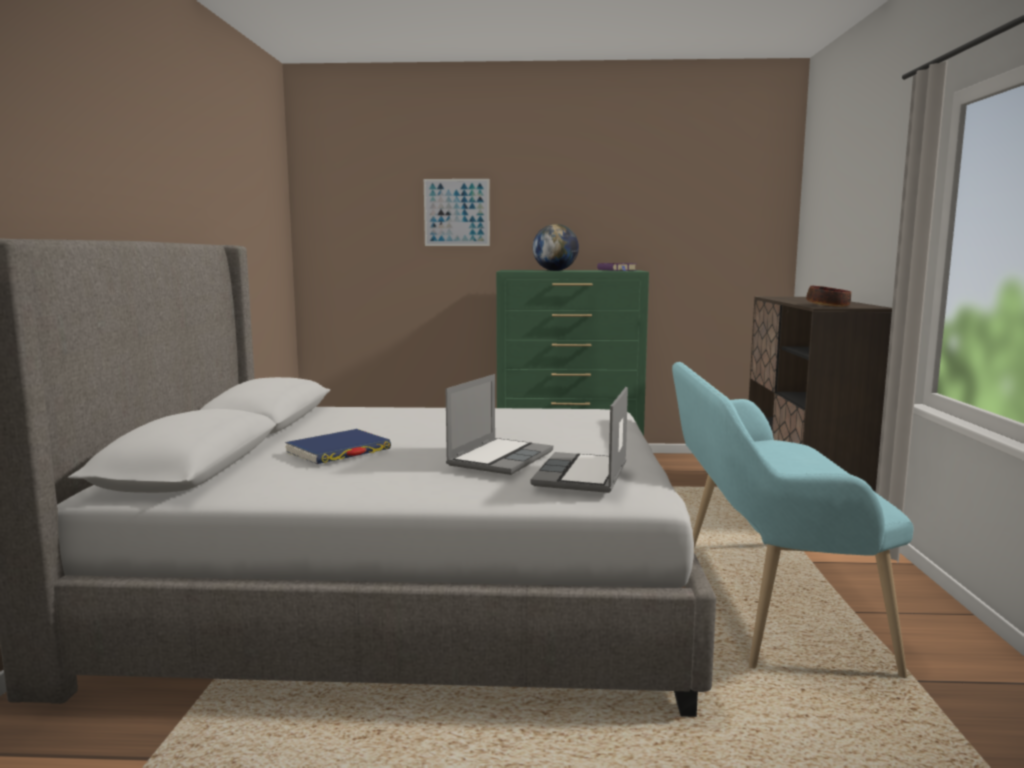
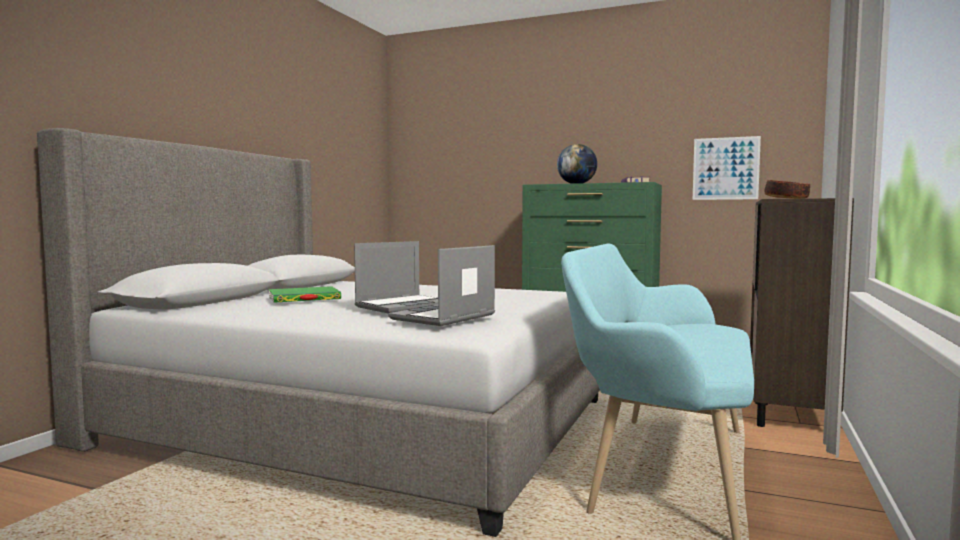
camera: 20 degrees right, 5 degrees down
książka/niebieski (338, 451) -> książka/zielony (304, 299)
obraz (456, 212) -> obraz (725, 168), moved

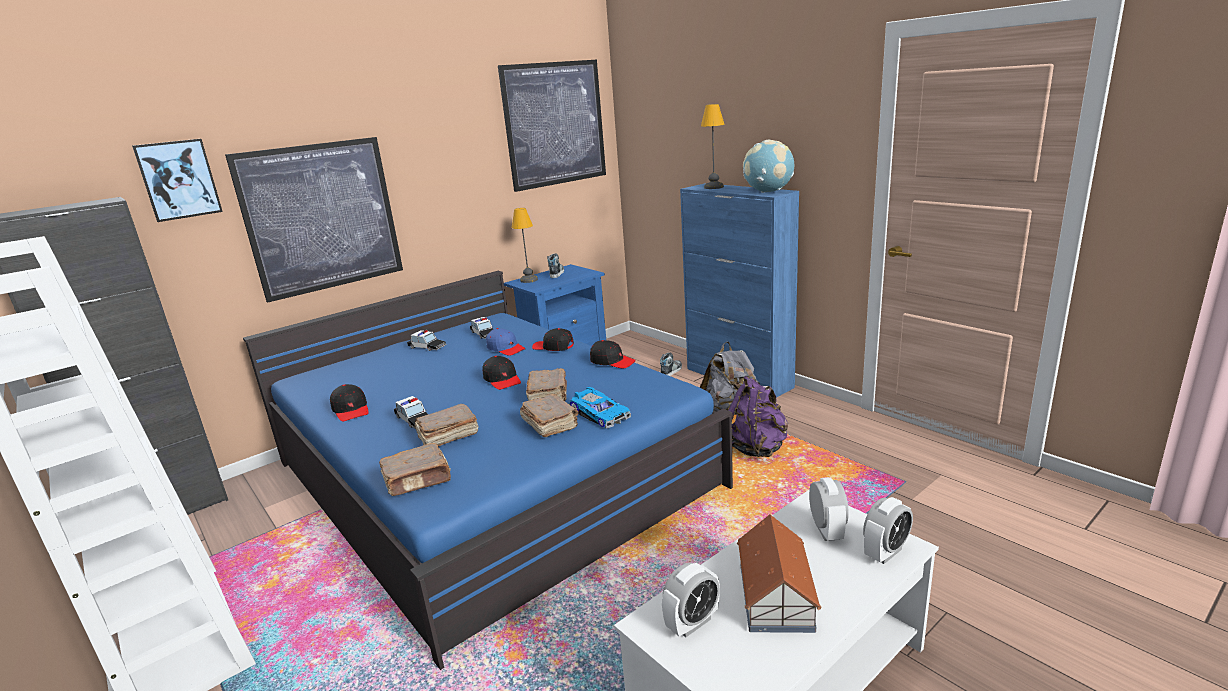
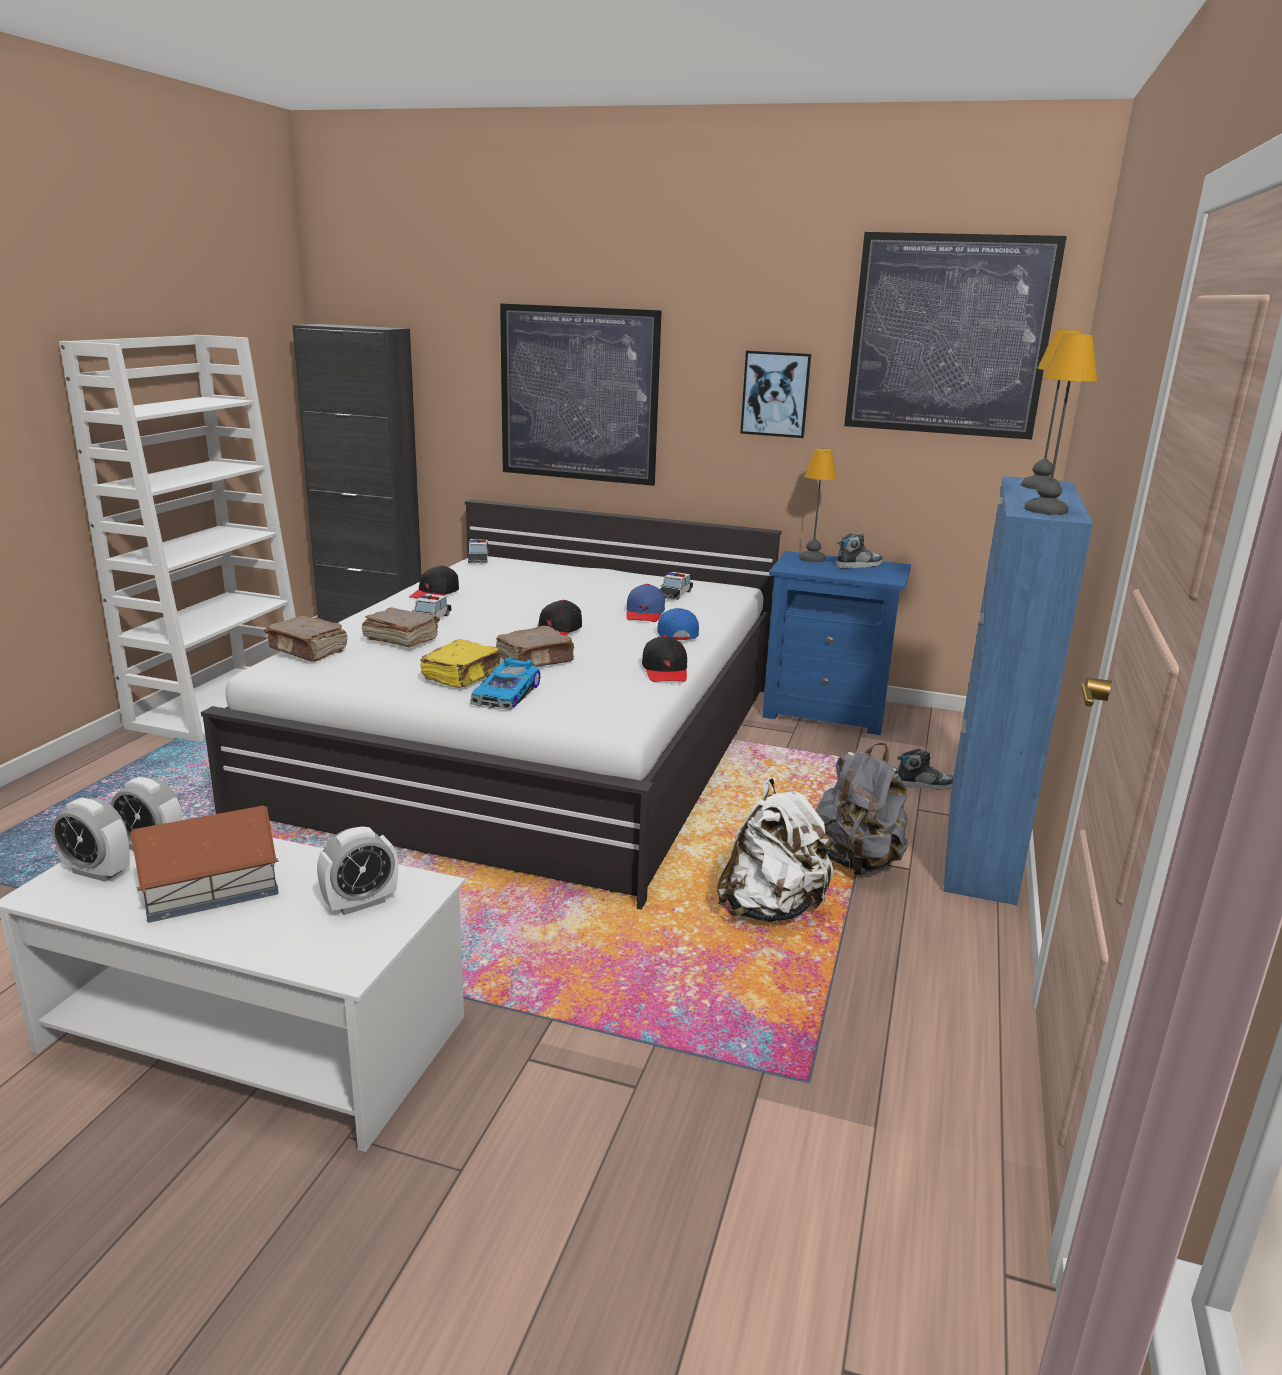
camera: 55 degrees right, 0 degrees up
budzik (885, 552) -> budzik (97, 872), moved
łóżko/niebieski (488, 474) -> łóżko/biały (537, 743)
książka/brązowy (550, 424) -> książka/żółty (463, 677)
samochodzik (427, 347) -> samochodzik (478, 559), moved
czapka z daszkiem/czarny (553, 347) -> czapka z daszkiem/niebieski (676, 633)
plecak/fioletowy (757, 448) -> plecak/biały (771, 908)
obraz (178, 179) -> obraz (775, 394), moved
globus (768, 192) -> lampa stołowa (1047, 510)

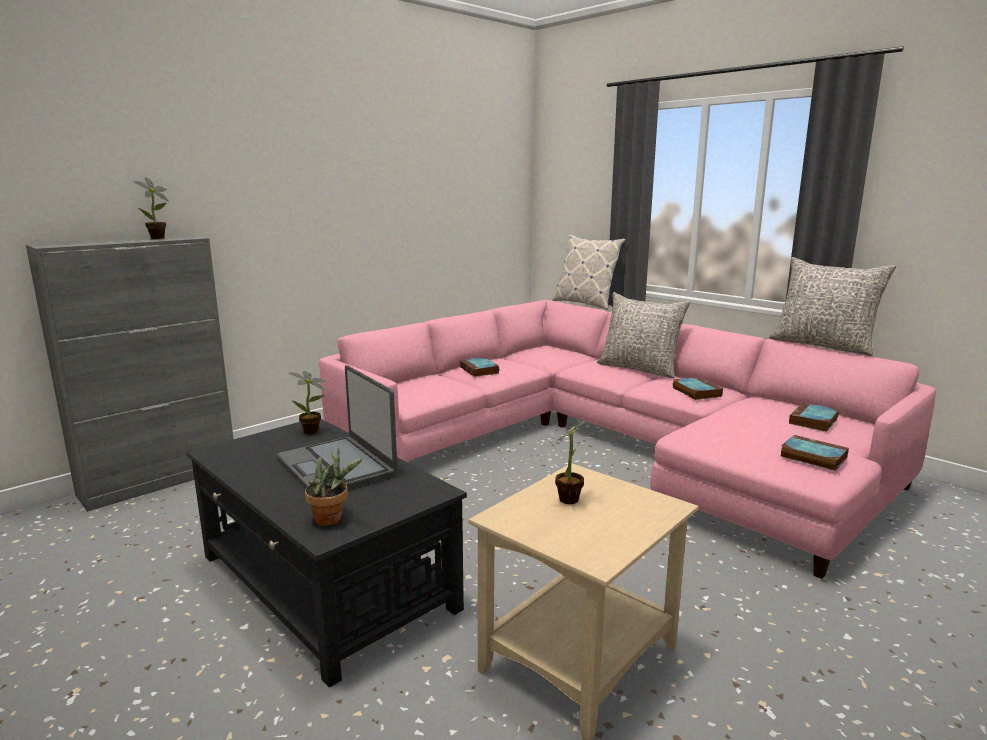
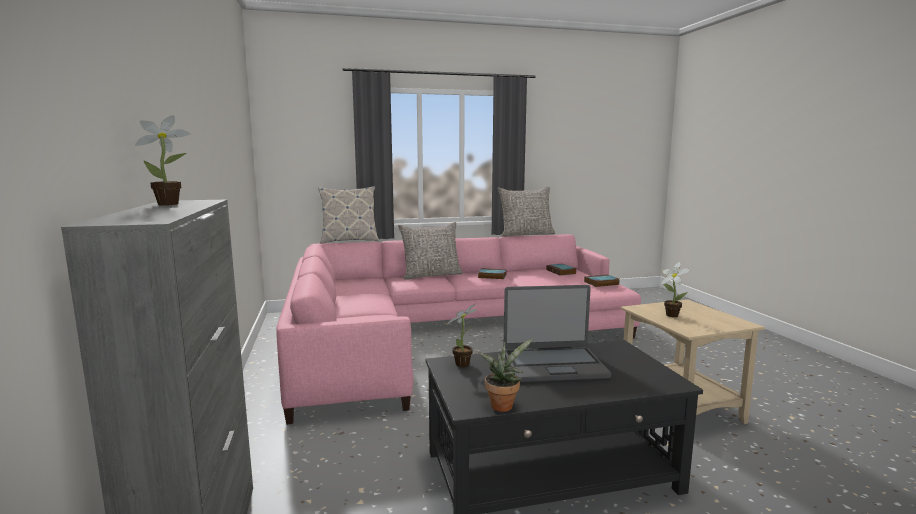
camera: 60 degrees left, 5 degrees down
roślina doniczkowa (332, 519) -> roślina doniczkowa (503, 405), moved
książka (480, 370) -> none

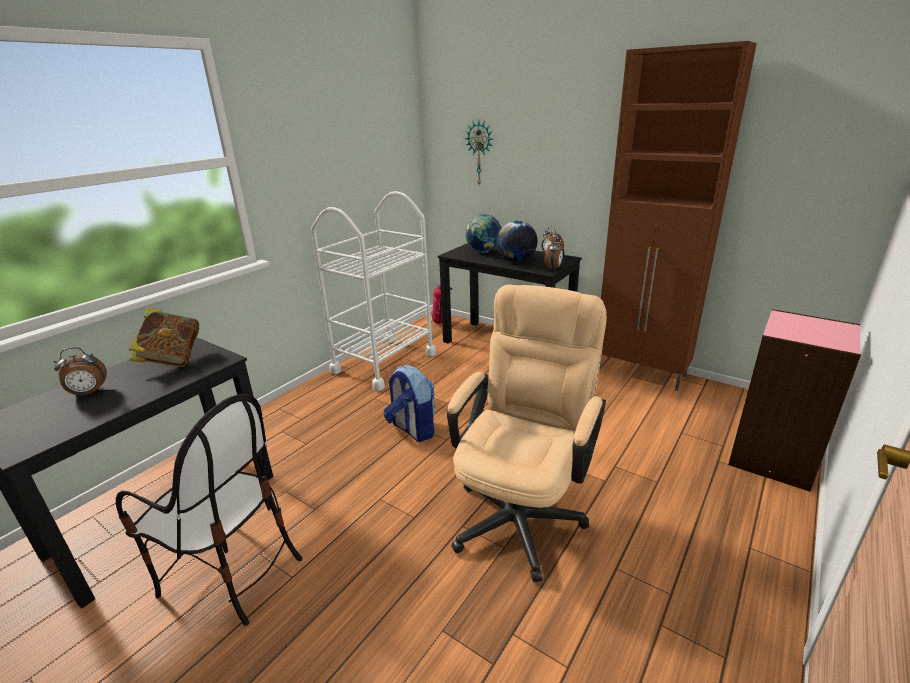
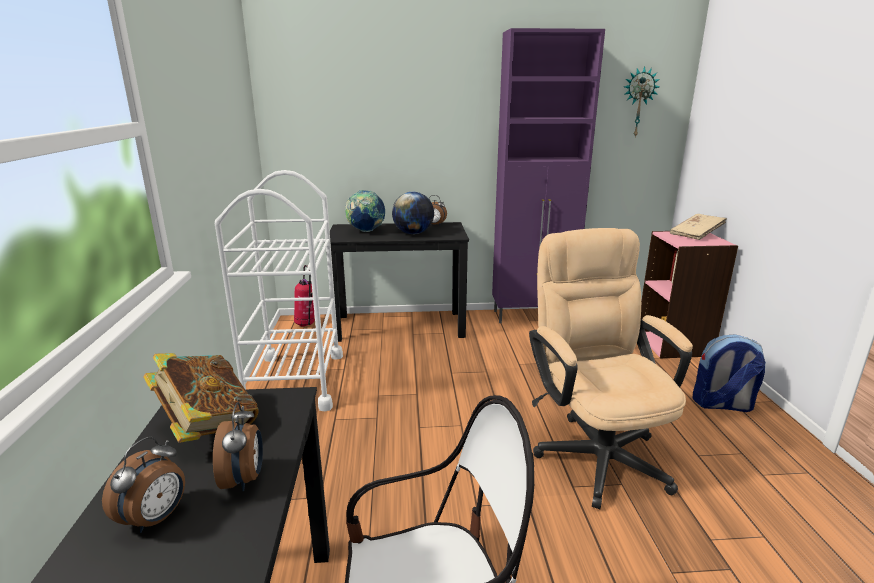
camera: 40 degrees left, 5 degrees down
budzik (554, 268) -> budzik (244, 479), moved
szafka/brązowy (641, 373) -> szafka/fioletowy (533, 316)
zegar ścienny (480, 153) -> zegar ścienny (638, 102), moved
none -> książka/beżowy (696, 234)
plecak (412, 429) -> plecak (721, 405), moved

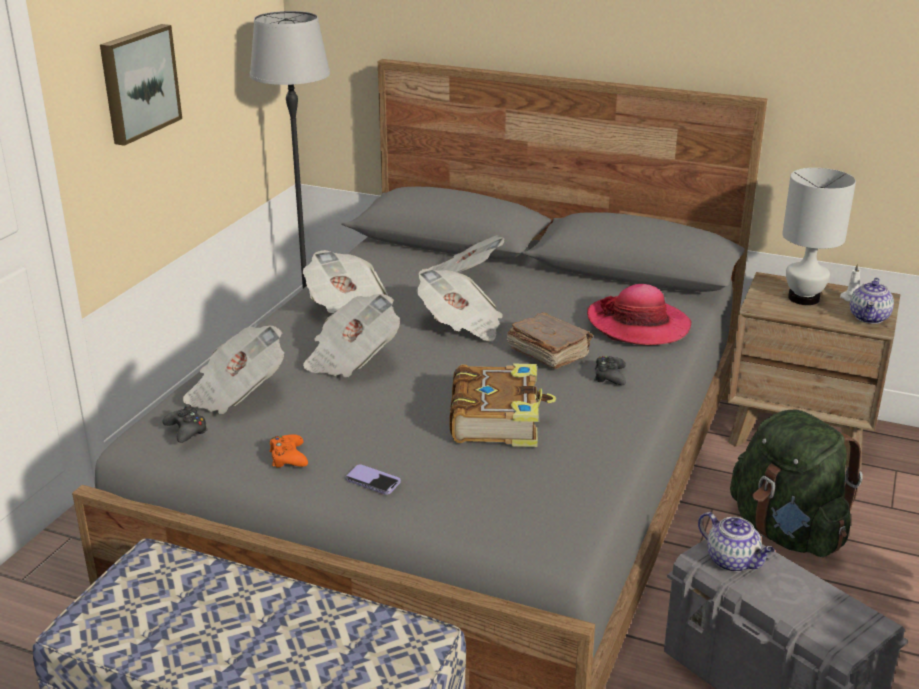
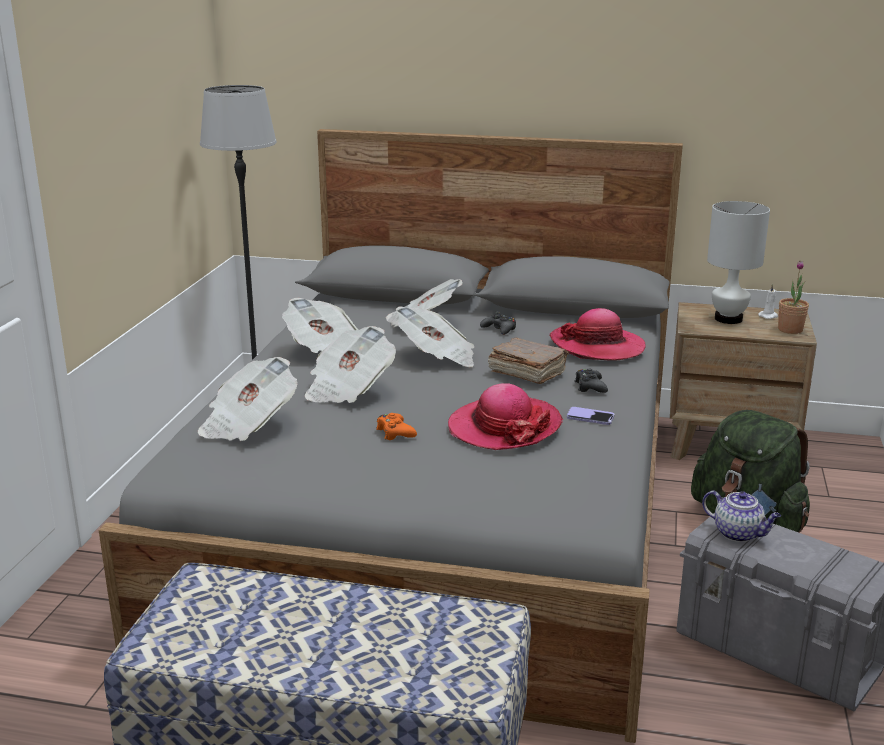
camera: 10 degrees left, 5 degrees down
pad do gier/pomarańczowy (288, 457) -> pad do gier/pomarańczowy (395, 432), moved
książka (497, 419) -> kapelusz (504, 427)
pad do gier/czarny (186, 430) -> pad do gier/czarny (499, 329), moved
telefon (373, 481) -> telefon (590, 417), moved
imbryk (869, 318) -> roślina doniczkowa (790, 330)
obraz (138, 83) -> none

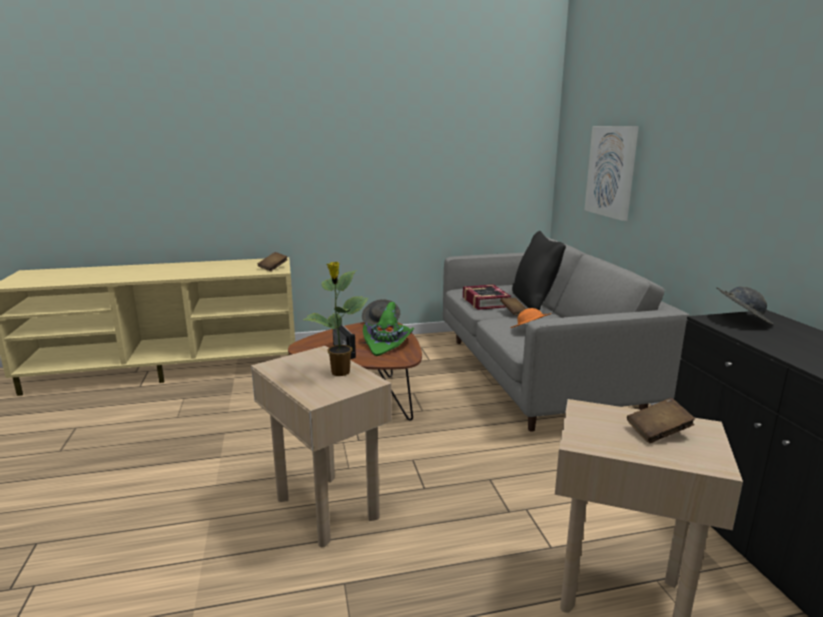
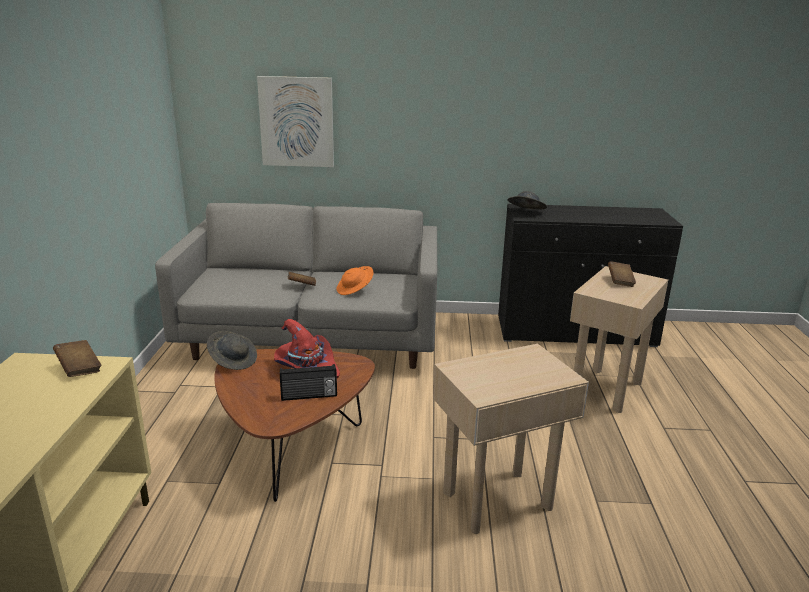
camera: 75 degrees left, 5 degrees up
kapelusz/zielony (387, 344) -> kapelusz/czerwony (307, 366)
roślina doniczkowa (340, 372) -> none
książka (485, 302) -> none
poduszka/czarny (534, 302) -> none

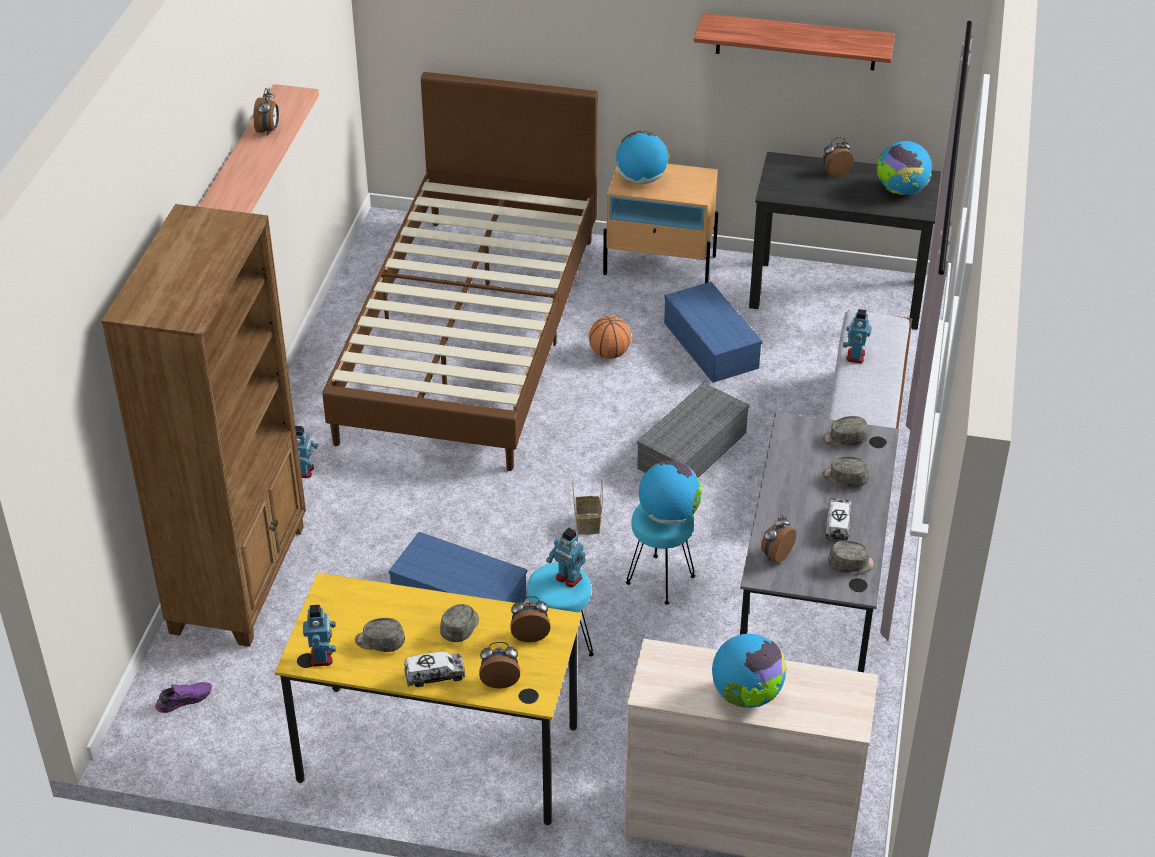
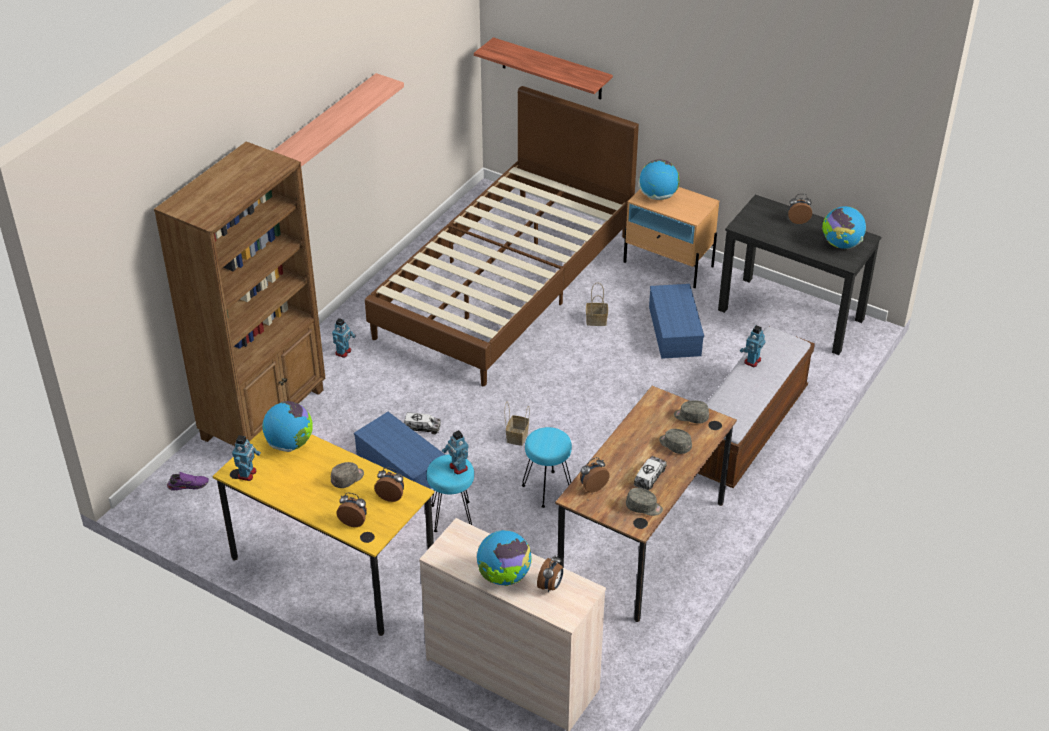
camera: 20 degrees right, 0 degrees up
globus (669, 515) -> globus (290, 444), moved
ciężarówka zabawkowa (435, 675) -> ciężarówka zabawkowa (422, 428), moved
półka (796, 42) -> półka (551, 69), moved
budzik (268, 130) -> budzik (551, 586), moved
biurko/szary (810, 615) -> biurko/brązowy (642, 542)
piłka do koszykówki (609, 354) -> koszyk (597, 320)
czapka z daszkiem/szary (379, 642) -> none
pojemnik do przechowywania/szary (692, 449) -> none

